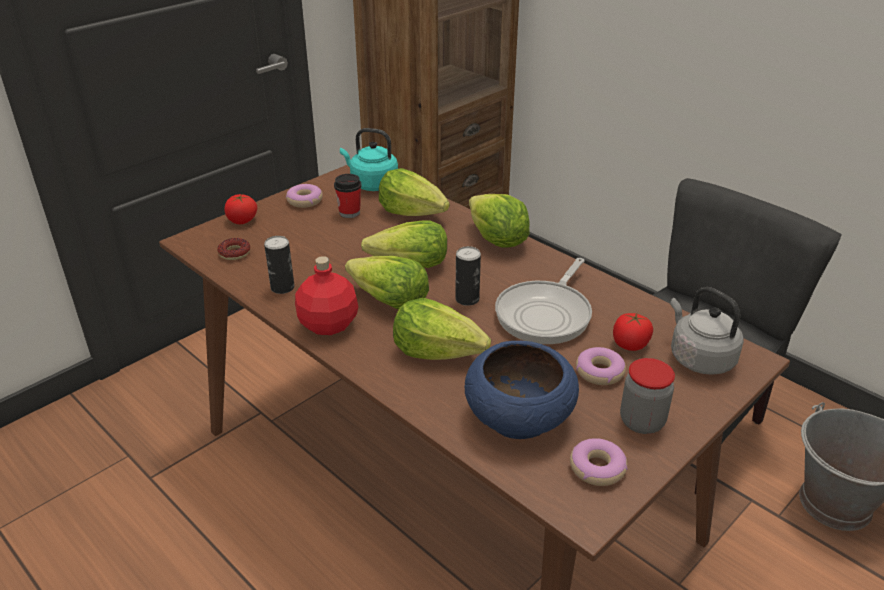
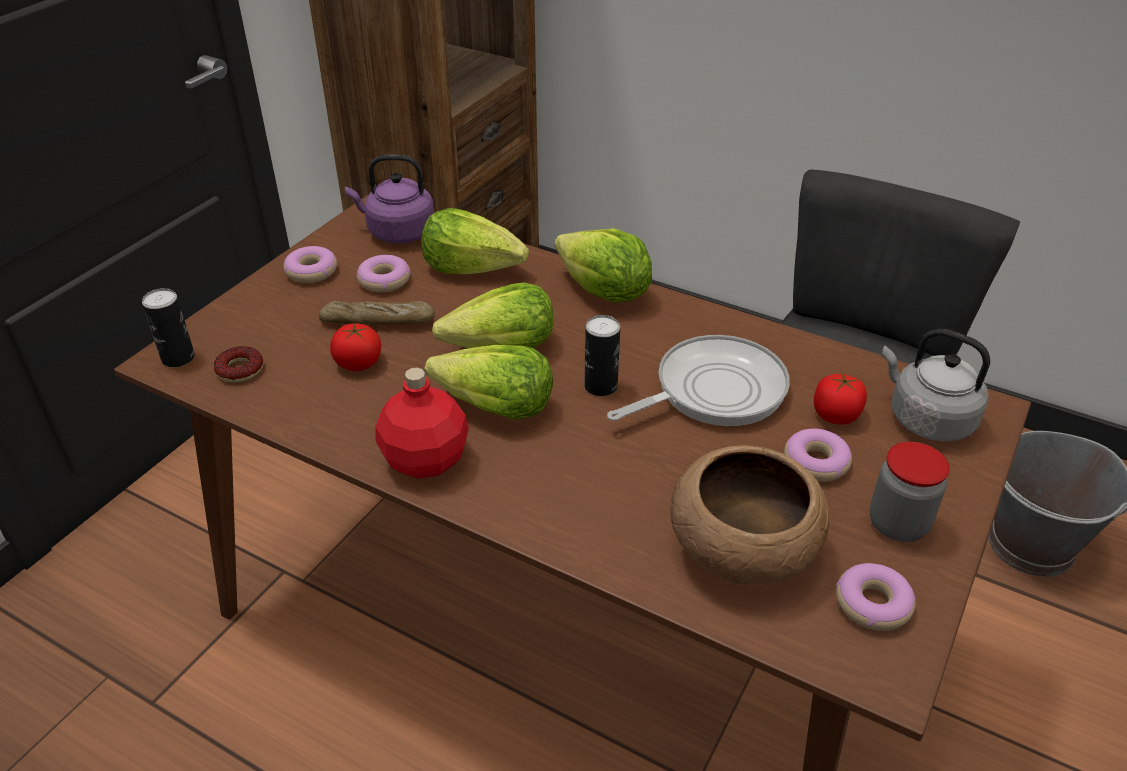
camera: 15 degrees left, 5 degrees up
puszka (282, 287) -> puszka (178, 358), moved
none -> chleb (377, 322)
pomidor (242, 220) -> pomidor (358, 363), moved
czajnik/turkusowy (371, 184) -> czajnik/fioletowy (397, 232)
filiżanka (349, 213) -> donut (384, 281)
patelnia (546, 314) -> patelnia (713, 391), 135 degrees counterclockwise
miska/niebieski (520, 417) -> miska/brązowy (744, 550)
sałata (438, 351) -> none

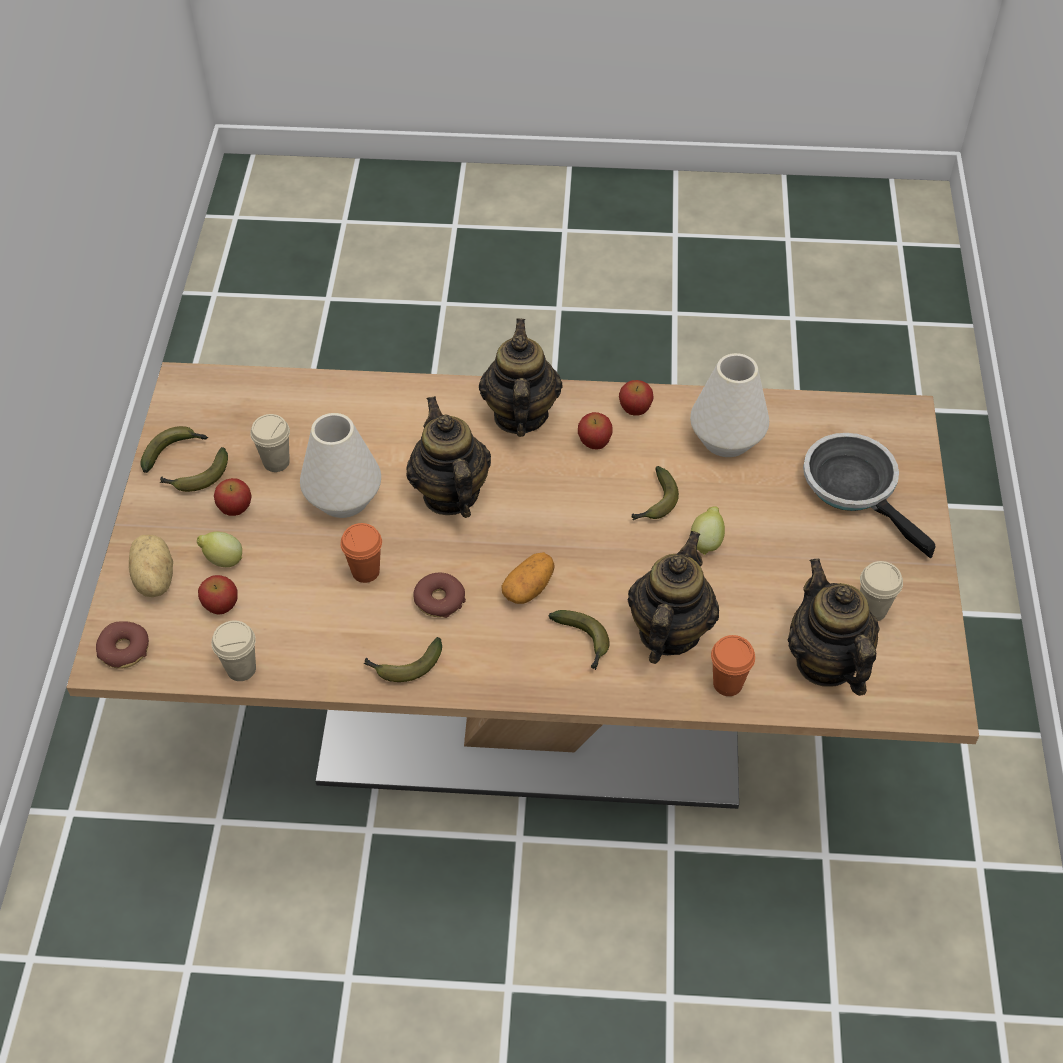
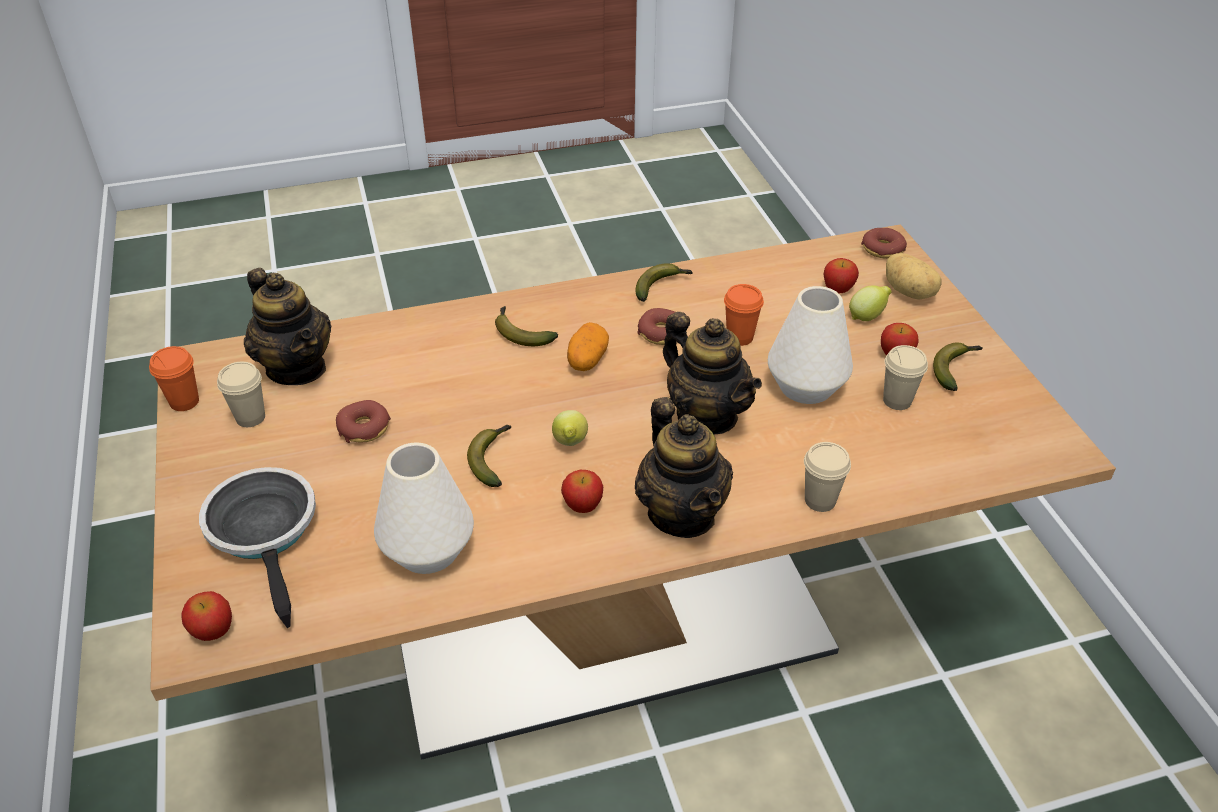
camera: 160 degrees right, 10 degrees down
filiżanka/pomarańczowy (727, 684) -> filiżanka/pomarańczowy (184, 402), moved
jabłko (635, 409) -> jabłko (212, 630), moved
patelnia (855, 487) -> patelnia (266, 532), 150 degrees counterclockwise
none -> donut (364, 428)
cytryna (706, 542) -> cytryna (570, 444), moved
filiżanka/beżowy (241, 669) -> filiżanka/beżowy (820, 500), moved
banan (174, 451) -> none
imbryk (668, 632) -> none

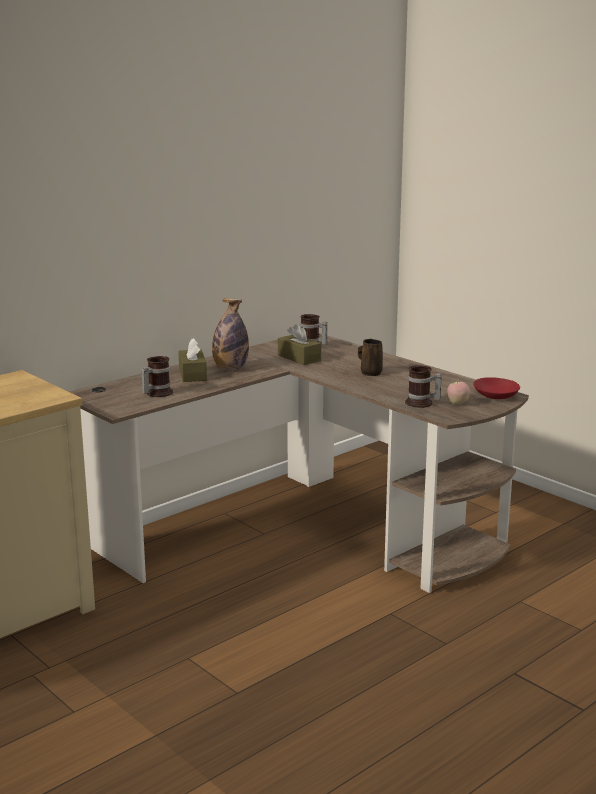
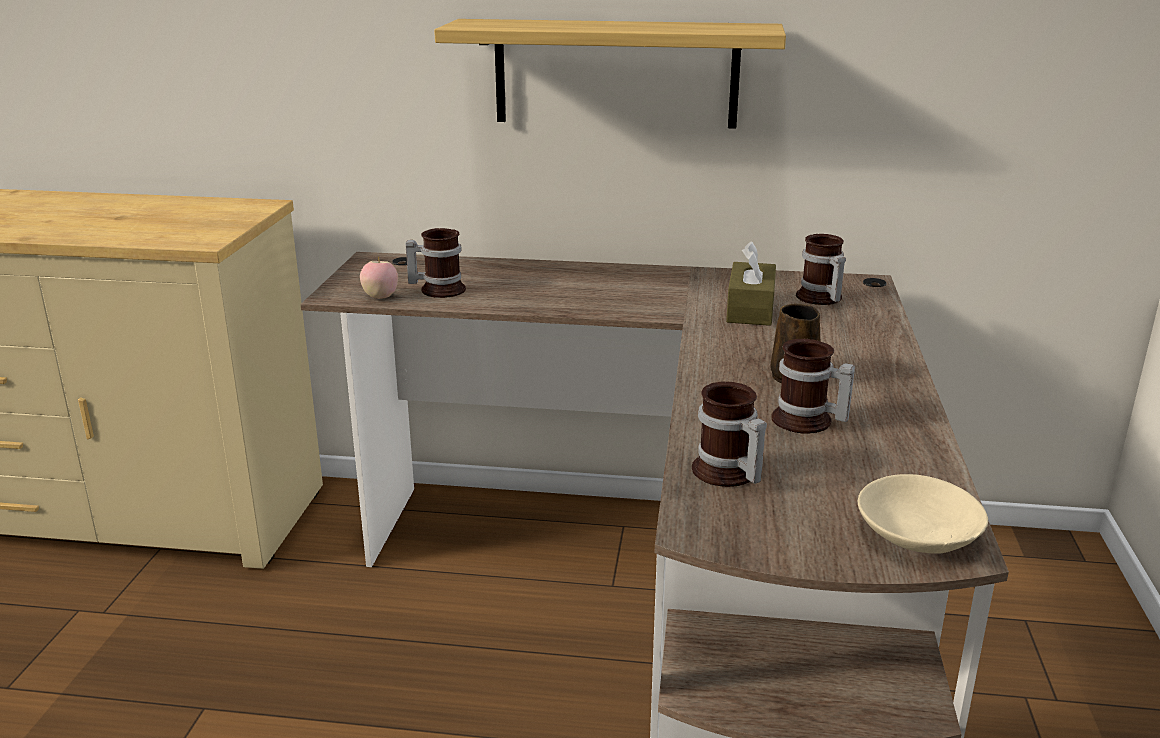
camera: 50 degrees right, 5 degrees up
jabłko (457, 403) -> jabłko (380, 297), moved
none -> półka (616, 73)
none -> kubek (806, 422)
miska/czerwony (496, 396) -> miska/beżowy (918, 535)
pudełko chusteczek/brązowy (192, 374) -> none
butelka (230, 368) -> none

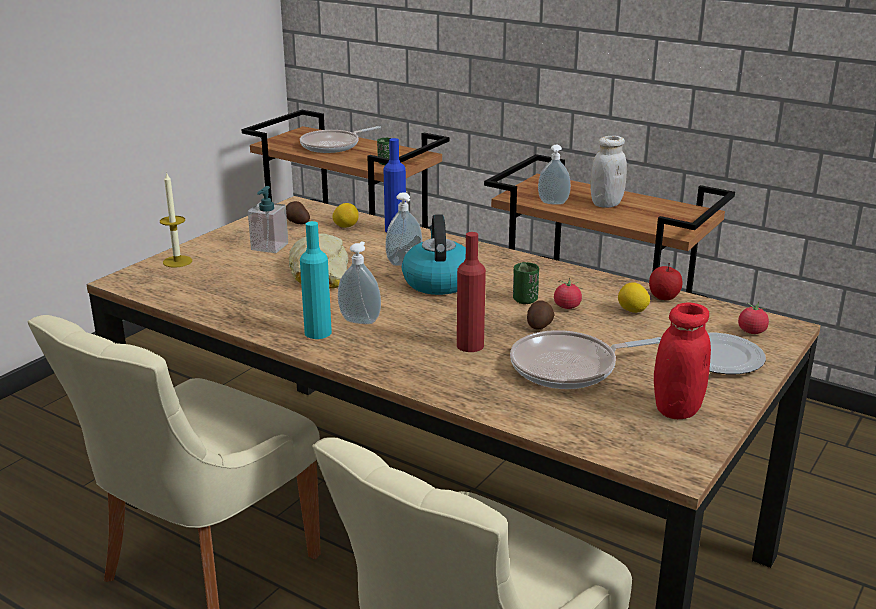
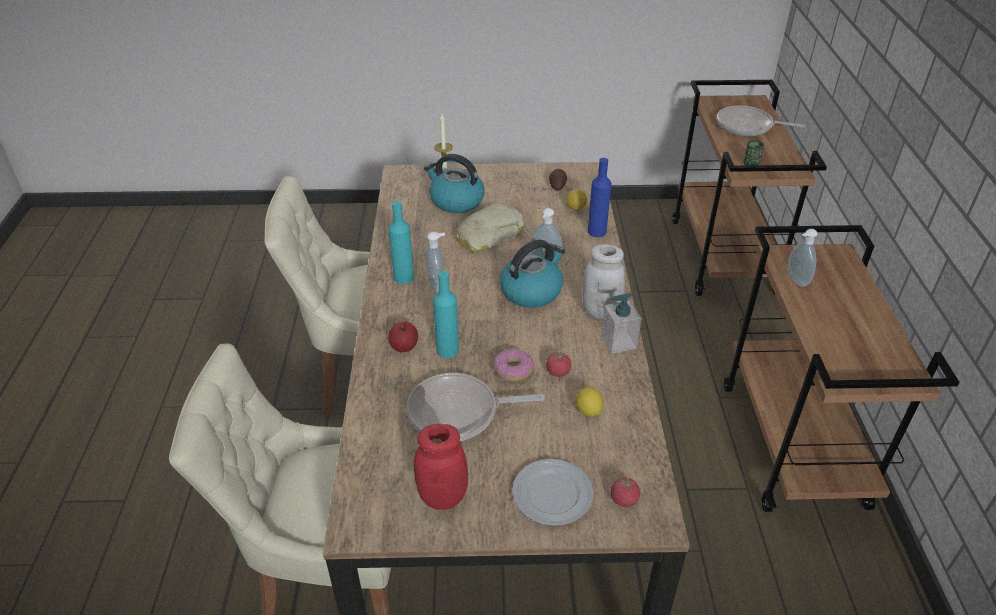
camera: 55 degrees right, 15 degrees up
jabłko (664, 297) -> jabłko (404, 347), moved
patelnia (569, 367) -> patelnia (458, 413), 45 degrees counterclockwise
none -> czajnik (456, 201)
butelka/czerwony (470, 345) -> butelka/turkusowy (447, 350)
ziemniak (540, 325) -> donut (513, 370)
słoik/biały (606, 204) -> słoik/biały (600, 311), moved
dozownik mydła (269, 246) -> dozownik mydła (618, 342), moved
filiżanka/zielony (525, 300) -> none

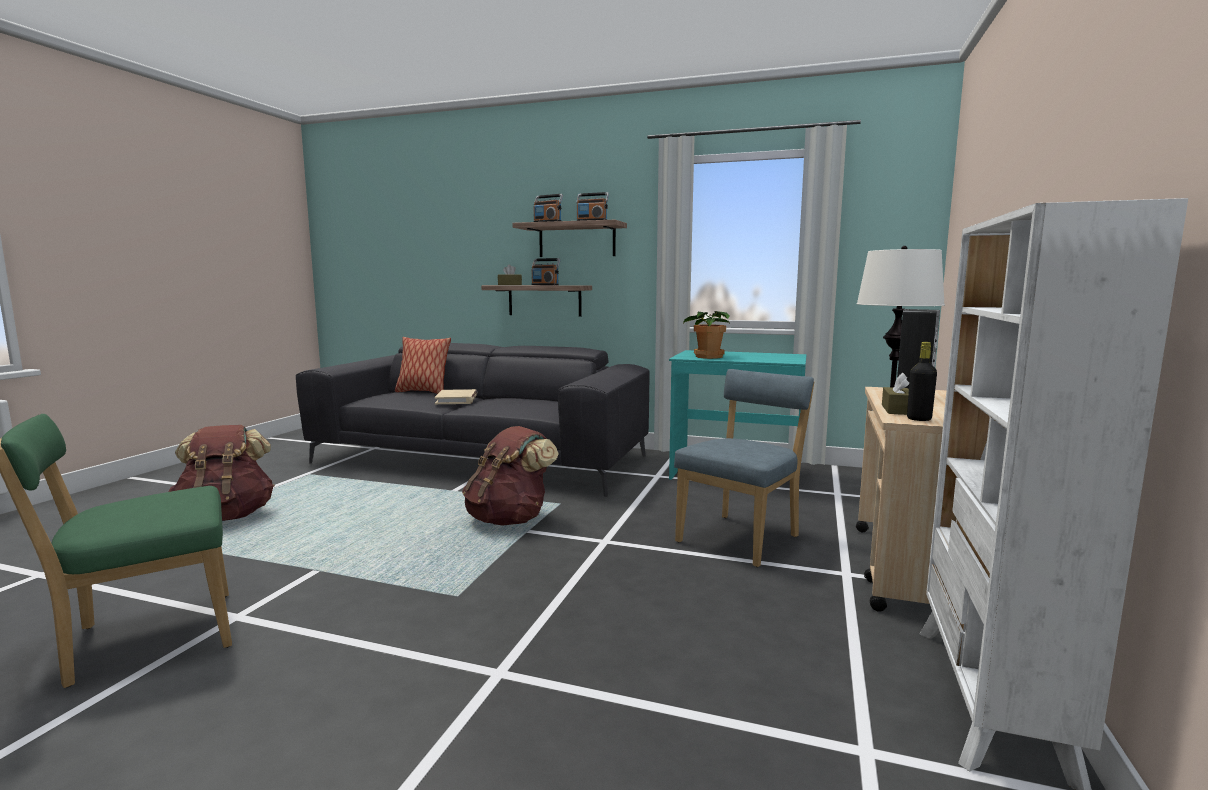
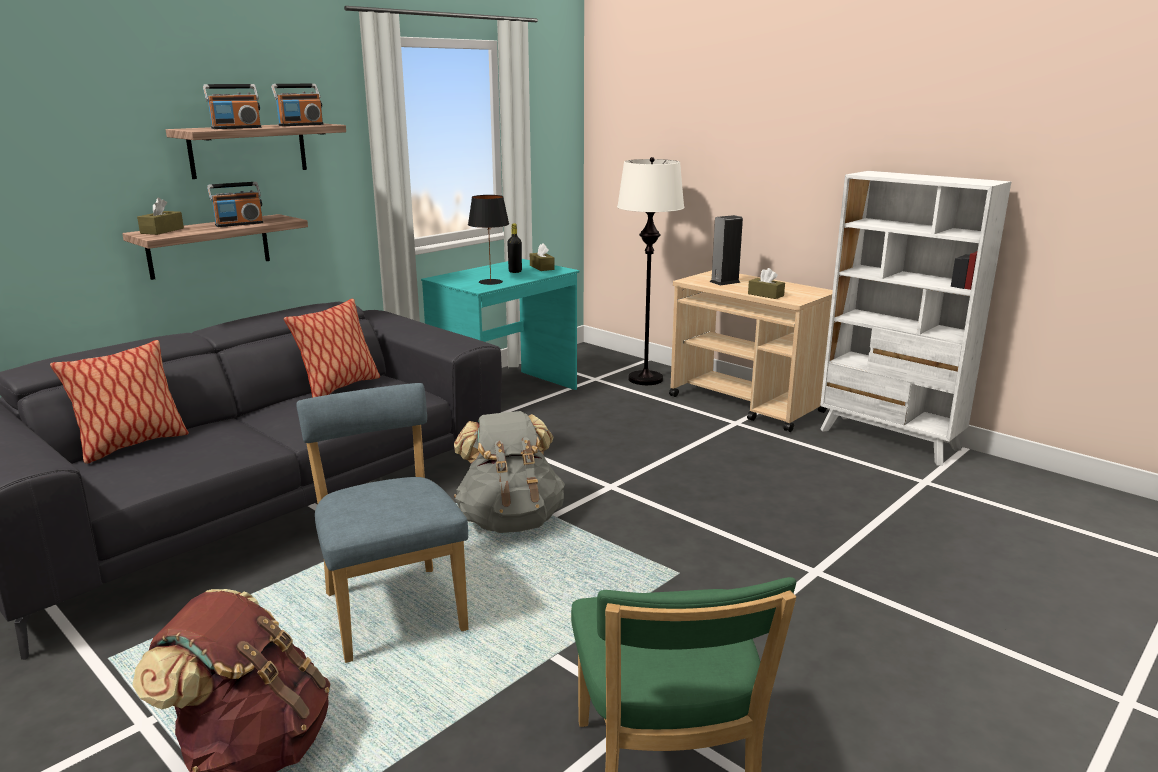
camera: 65 degrees left, 10 degrees up
none -> poduszka (339, 387)
krzesło/niebieski (742, 537) -> krzesło/niebieski (392, 607), moved
plecak/brązowy (510, 519) -> plecak/szary (510, 520)
roślina doniczkowa (708, 357) -> lampa stołowa/czarny (491, 282)
butelka/czarny (919, 419) -> butelka/czarny (515, 271), moved
none -> pudełko chusteczek/brązowy (542, 267)
książka/beżowy (456, 400) -> none

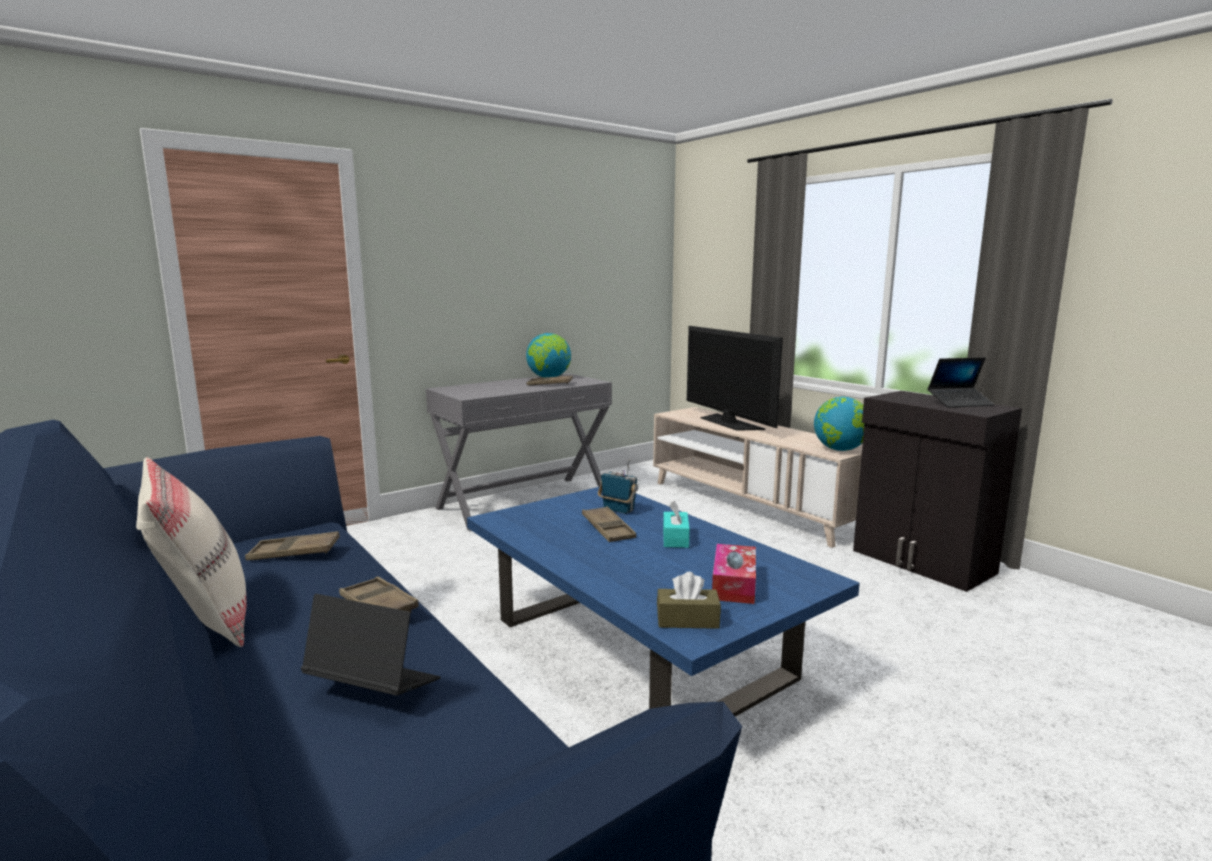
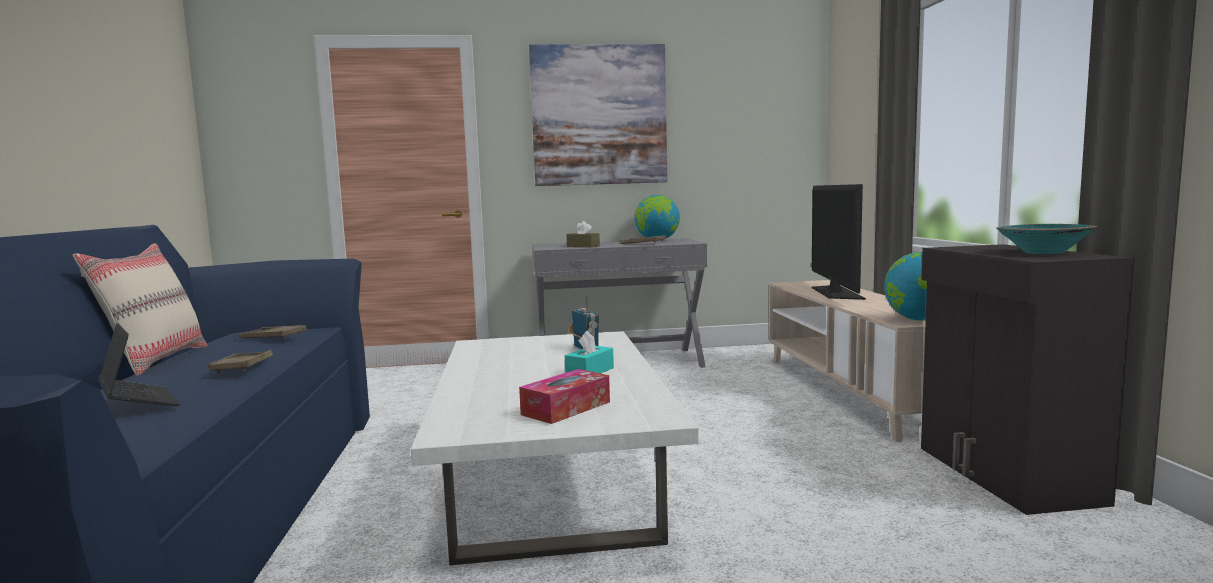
camera: 30 degrees right, 5 degrees down
ława/niebieski (635, 647) -> ława/biały (549, 482)
none -> obraz (599, 115)
pudełko chusteczek/brązowy (687, 620) -> pudełko chusteczek/brązowy (583, 246), moved
laptop (959, 403) -> miska/turkusowy (1044, 252)
taca/brązowy (608, 529) -> none

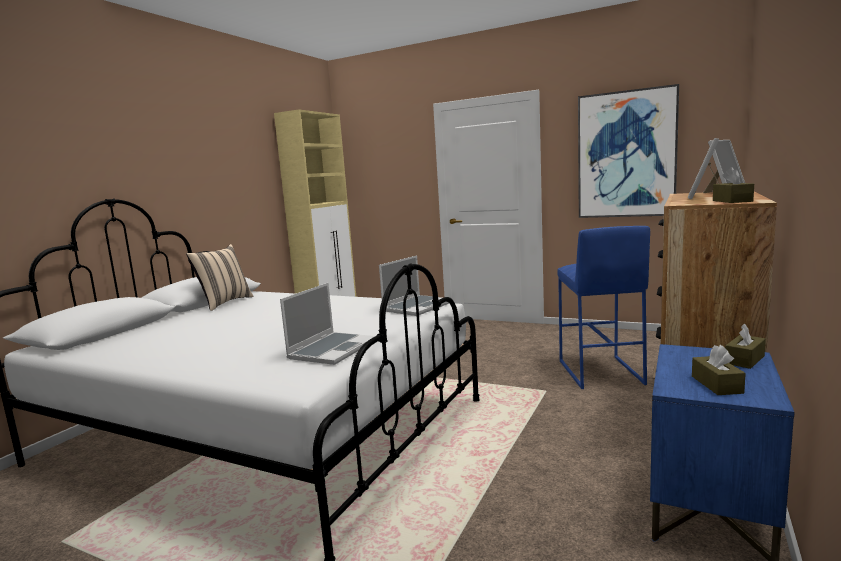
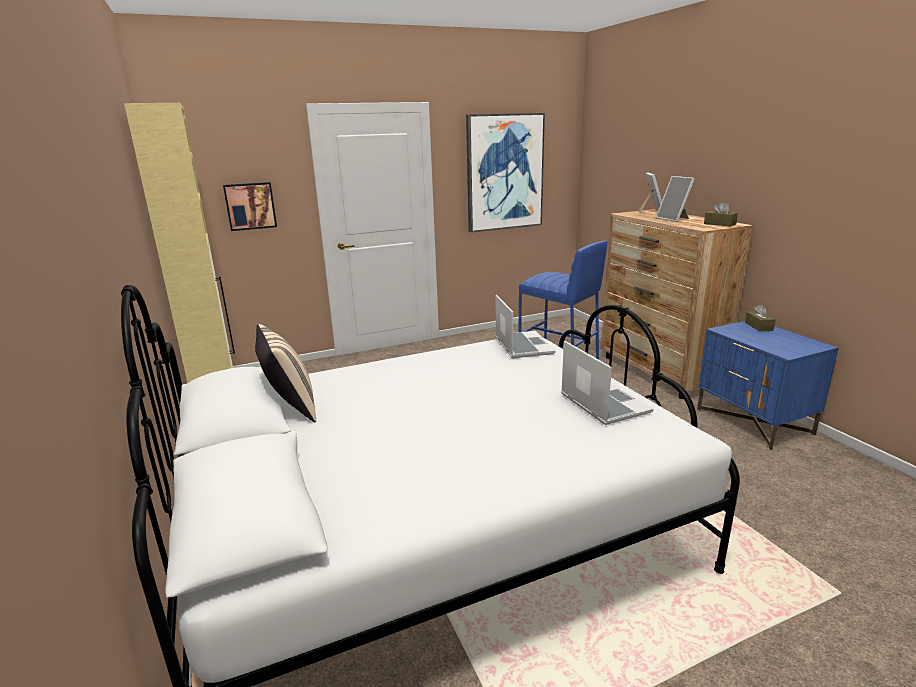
camera: 50 degrees left, 10 degrees up
none -> obraz (250, 206)
pudełko chusteczek/brązowy (716, 384) -> none

